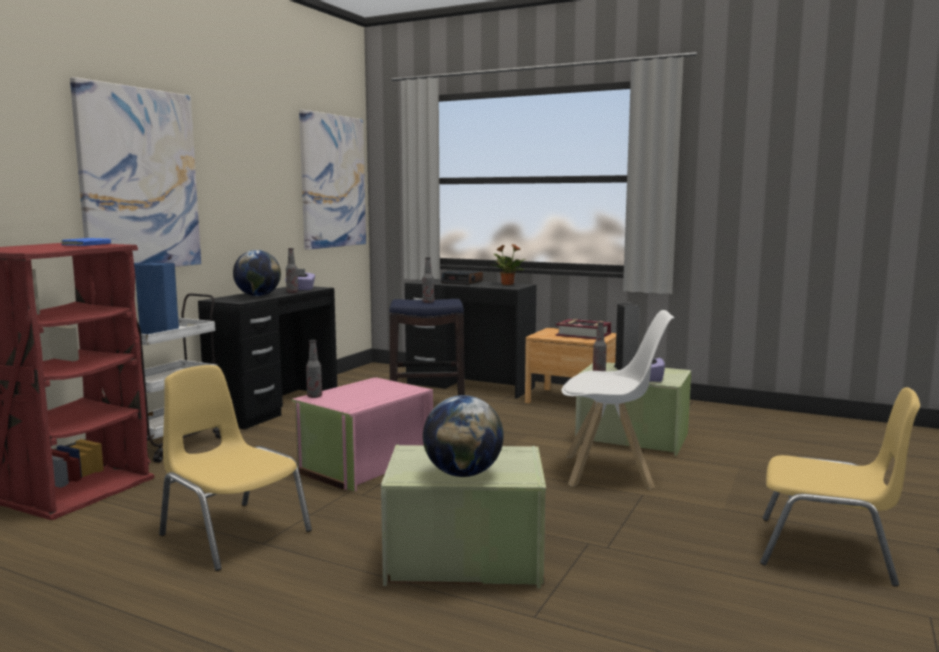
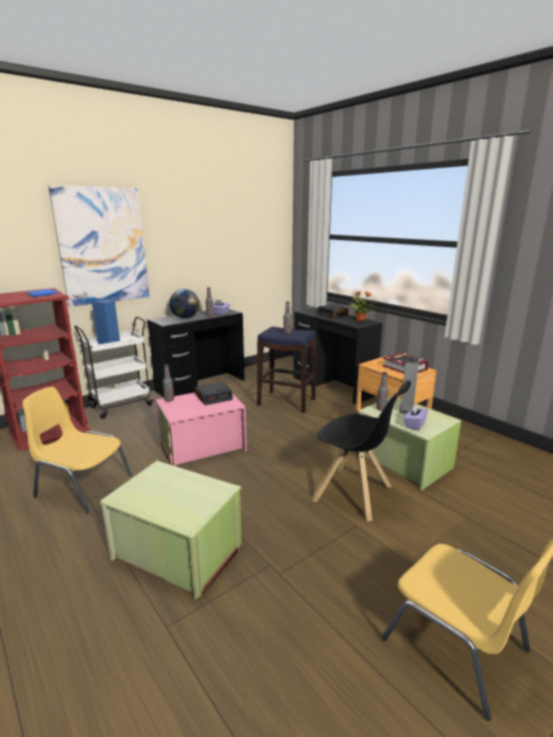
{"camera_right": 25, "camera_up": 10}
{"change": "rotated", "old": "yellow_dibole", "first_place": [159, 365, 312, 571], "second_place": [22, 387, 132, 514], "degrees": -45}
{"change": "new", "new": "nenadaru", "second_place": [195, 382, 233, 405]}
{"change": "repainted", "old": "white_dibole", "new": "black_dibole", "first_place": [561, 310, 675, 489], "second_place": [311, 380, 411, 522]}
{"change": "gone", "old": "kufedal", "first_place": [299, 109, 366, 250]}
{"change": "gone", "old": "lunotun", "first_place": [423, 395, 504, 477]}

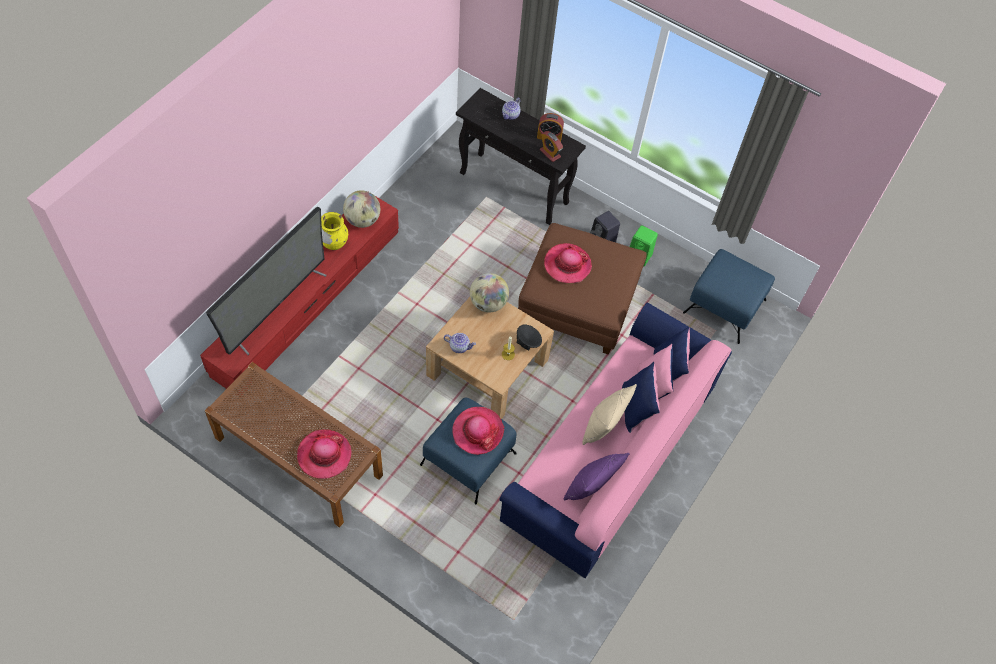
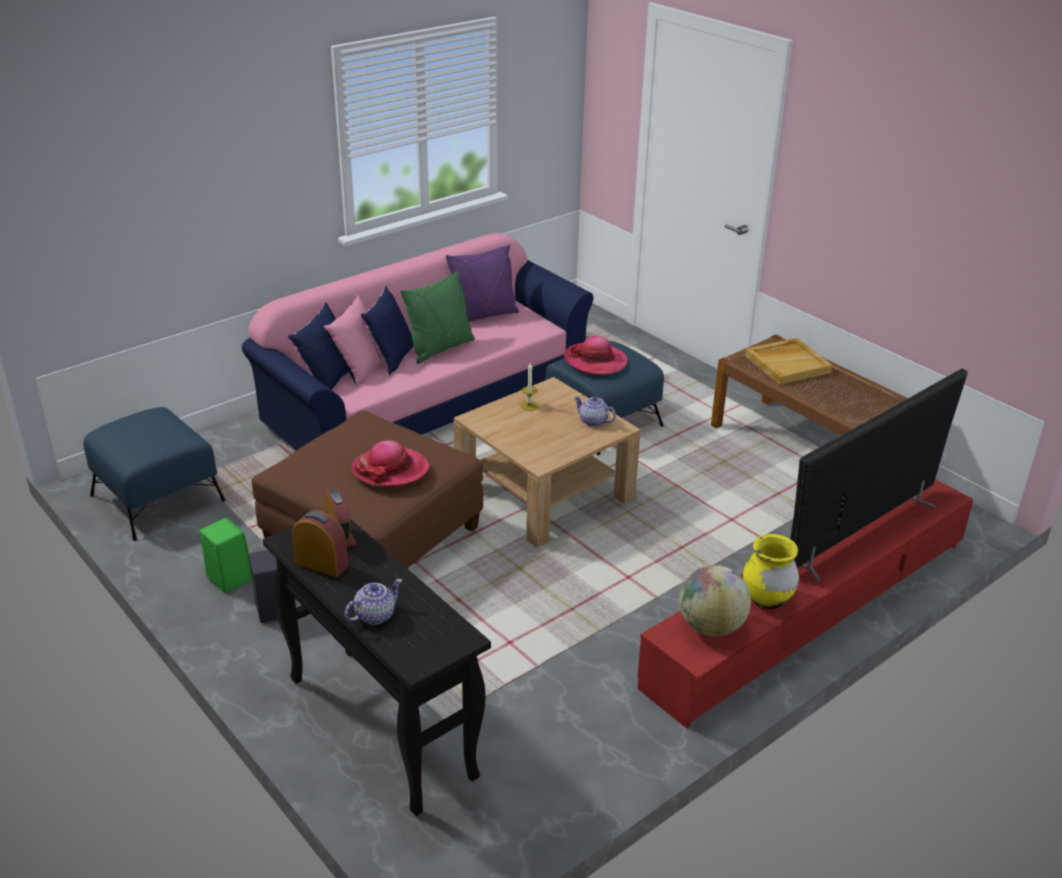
{"camera_right": -160, "camera_up": -25}
{"change": "repainted", "old": "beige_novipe", "new": "green_novipe", "first_place": [582, 384, 637, 445], "second_place": [400, 271, 475, 364]}
{"change": "swapped", "old": "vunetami", "new": "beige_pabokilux", "first_place": [297, 429, 352, 479], "second_place": [745, 338, 833, 385]}
{"change": "gone", "old": "lunotun", "first_place": [470, 273, 509, 313]}
{"change": "gone", "old": "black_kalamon", "first_place": [517, 324, 542, 351]}

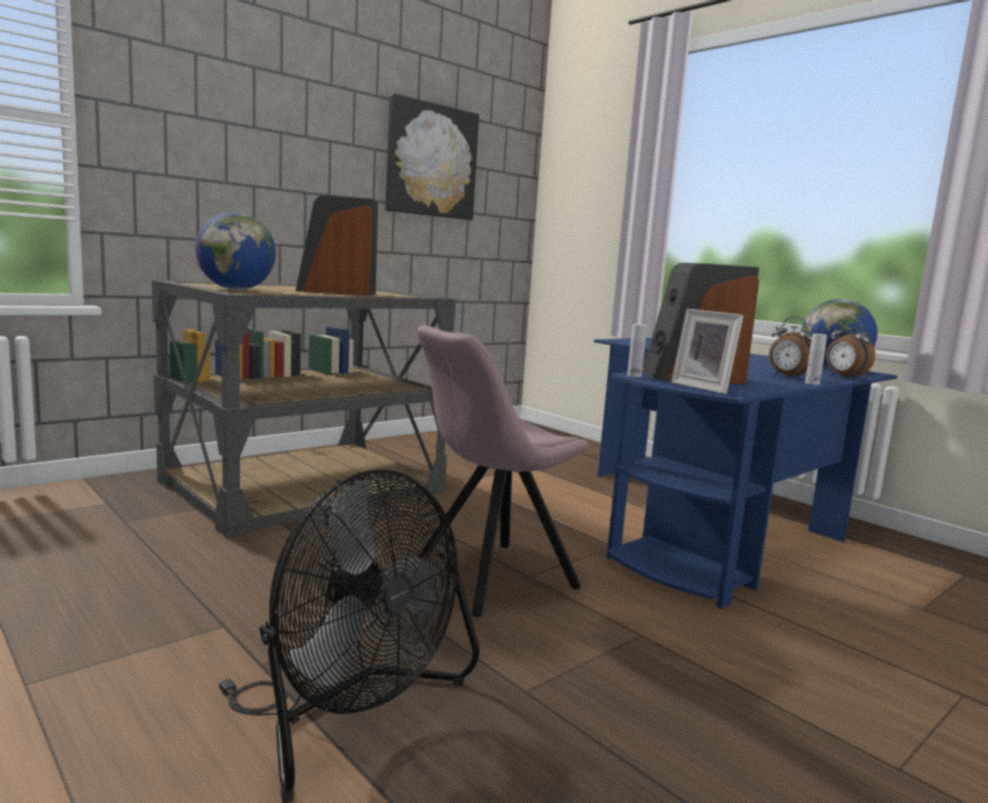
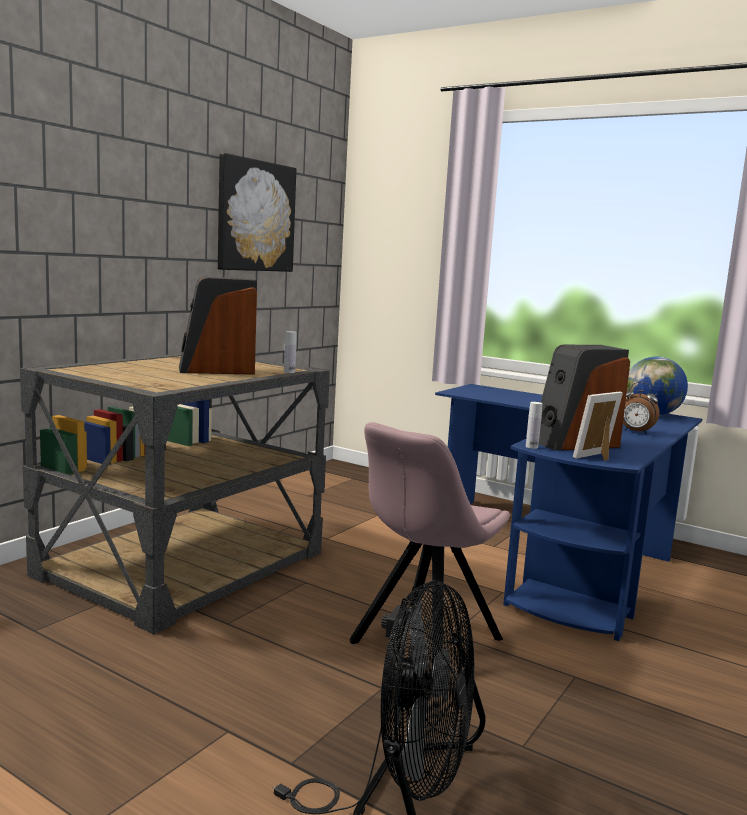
{"camera_right": -15, "camera_up": 0}
{"change": "shifted", "old": "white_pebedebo", "first_place": [805, 334, 827, 385], "second_place": [284, 331, 296, 373]}
{"change": "rotated", "old": "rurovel", "first_place": [671, 309, 744, 394], "second_place": [573, 392, 623, 461], "degrees": 105}
{"change": "gone", "old": "lunotun", "first_place": [195, 212, 276, 290]}
{"change": "gone", "old": "nenadaru", "first_place": [826, 319, 875, 379]}

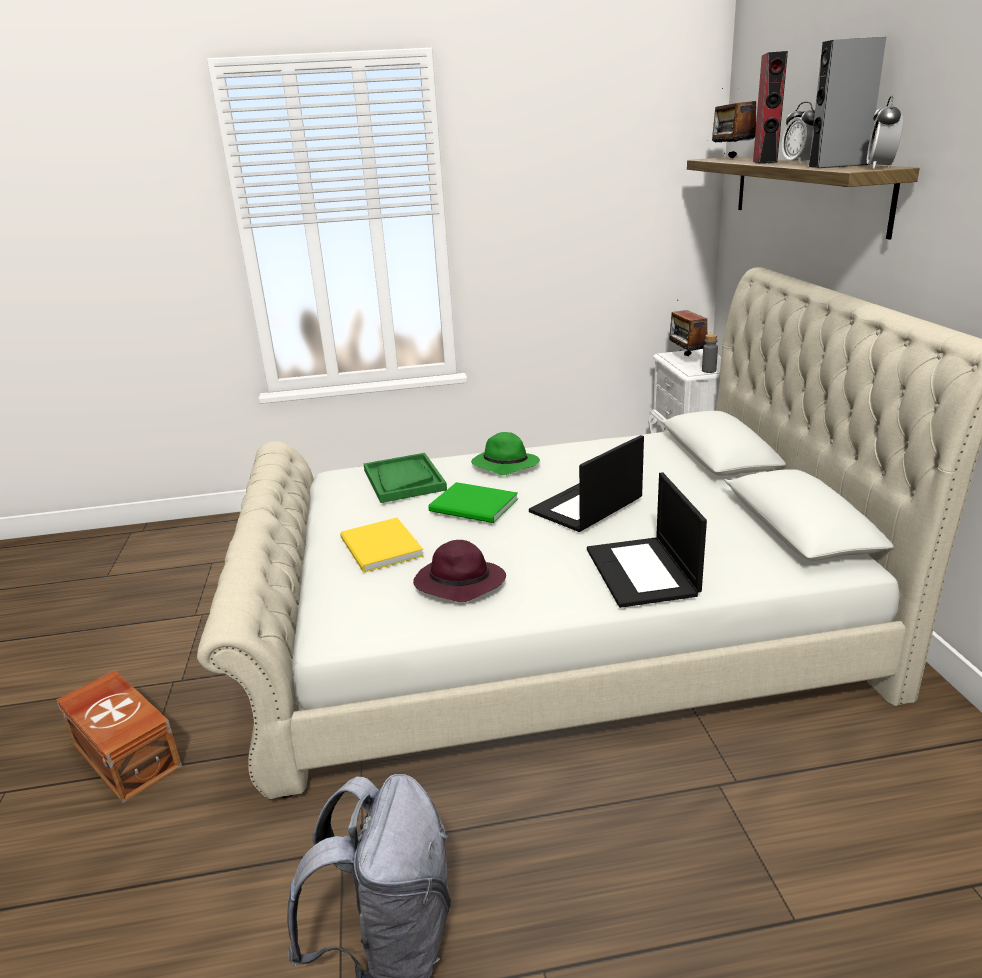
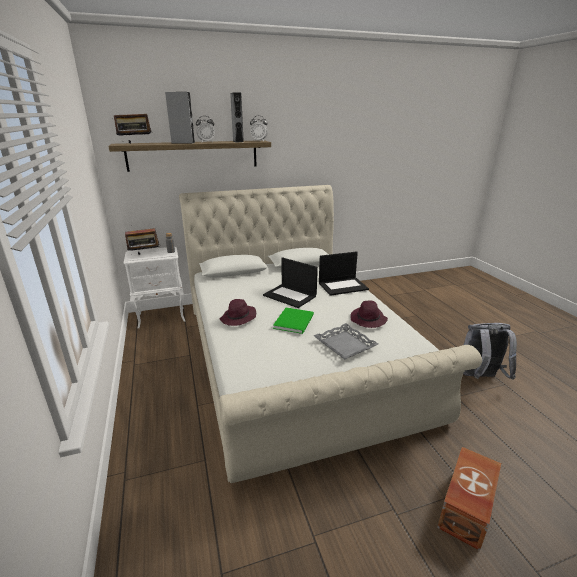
{"camera_right": -100, "camera_up": 0}
{"change": "repainted", "old": "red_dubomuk", "new": "grey_dubomuk", "first_place": [753, 51, 788, 164], "second_place": [165, 92, 195, 143]}
{"change": "repainted", "old": "green_vunetami", "new": "purple_vunetami", "first_place": [471, 432, 540, 475], "second_place": [220, 299, 256, 326]}
{"change": "swapped", "old": "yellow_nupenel", "new": "grey_pabokilux", "first_place": [340, 518, 424, 573], "second_place": [313, 323, 378, 359]}
{"change": "gone", "old": "green_pabokilux", "first_place": [364, 453, 447, 503]}

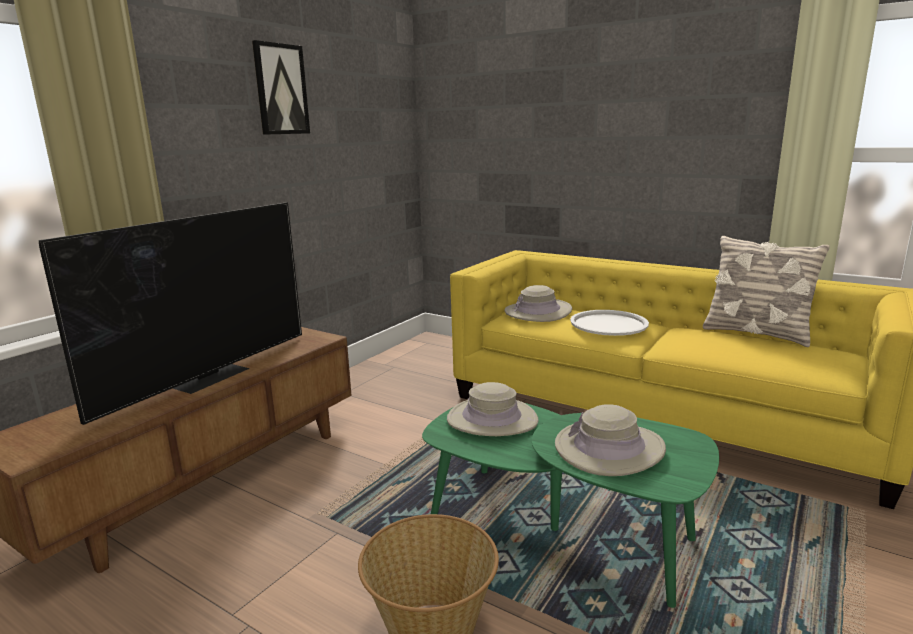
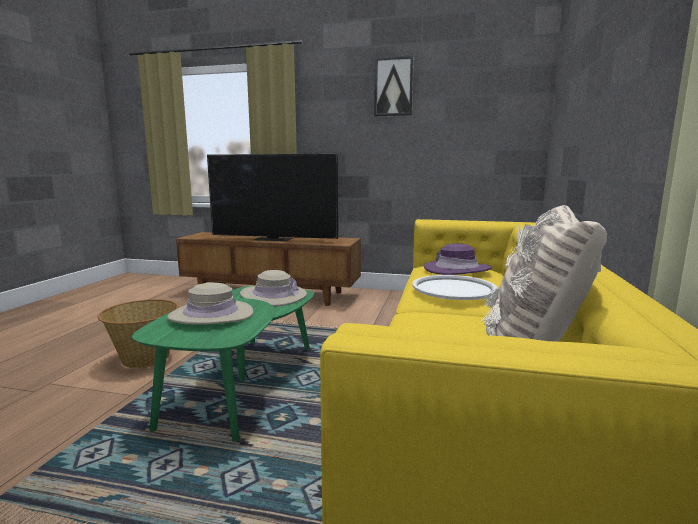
{"camera_right": 70, "camera_up": -5}
{"change": "repainted", "old": "beige_vunetami", "new": "purple_vunetami", "first_place": [505, 285, 572, 322], "second_place": [424, 243, 492, 275]}

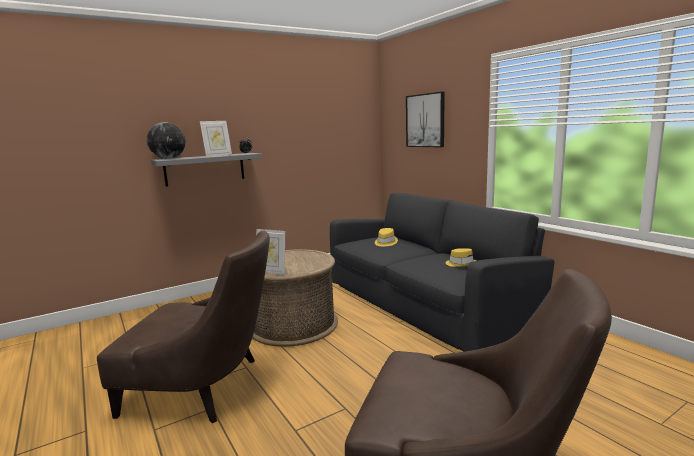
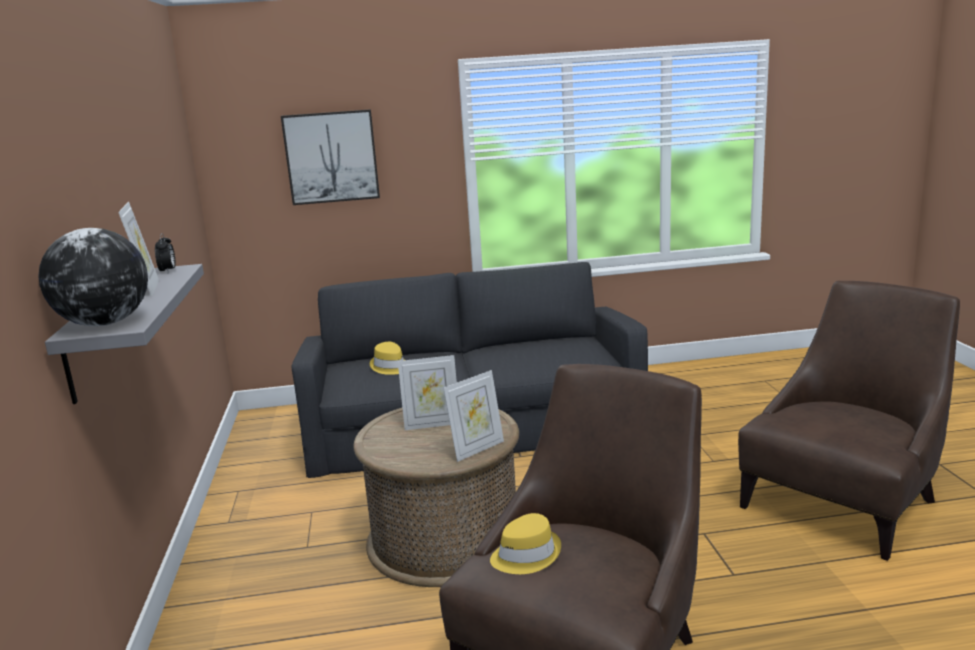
{"camera_right": -65, "camera_up": 5}
{"change": "new", "new": "rurovel", "second_place": [398, 355, 457, 430]}
{"change": "shifted", "old": "yellow_vunetami", "first_place": [446, 249, 477, 267], "second_place": [490, 513, 561, 574]}

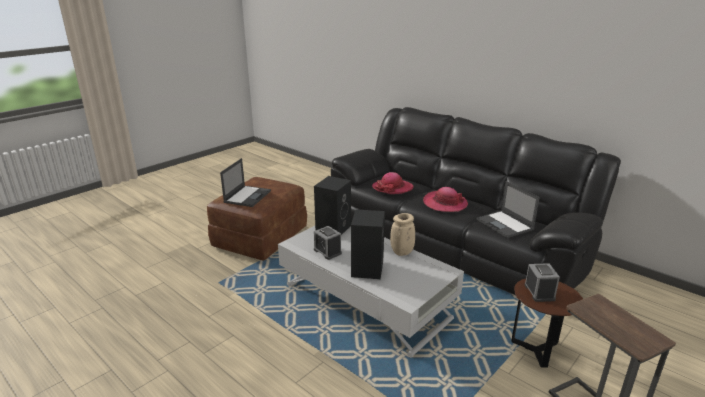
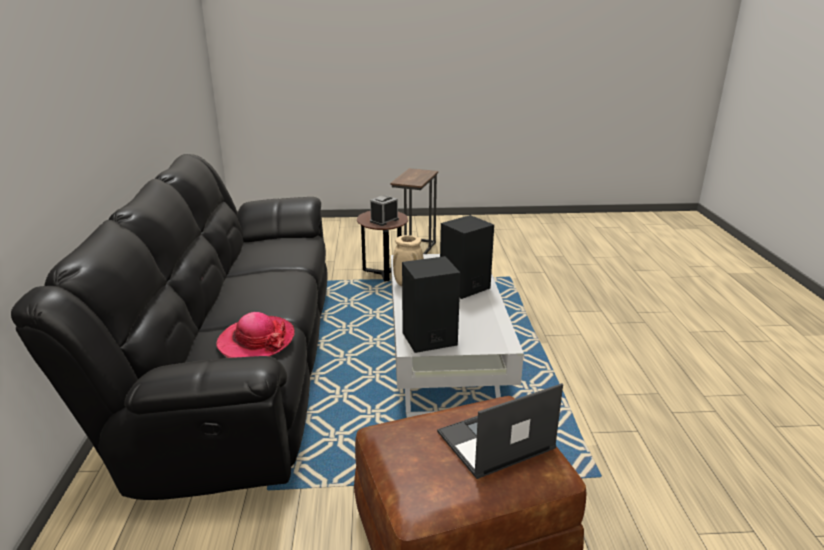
{"camera_right": -135, "camera_up": 0}
{"change": "gone", "old": "nenadaru", "first_place": [314, 226, 342, 260]}
{"change": "gone", "old": "vunetami", "first_place": [423, 187, 468, 212]}
{"change": "gone", "old": "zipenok", "first_place": [477, 181, 540, 238]}

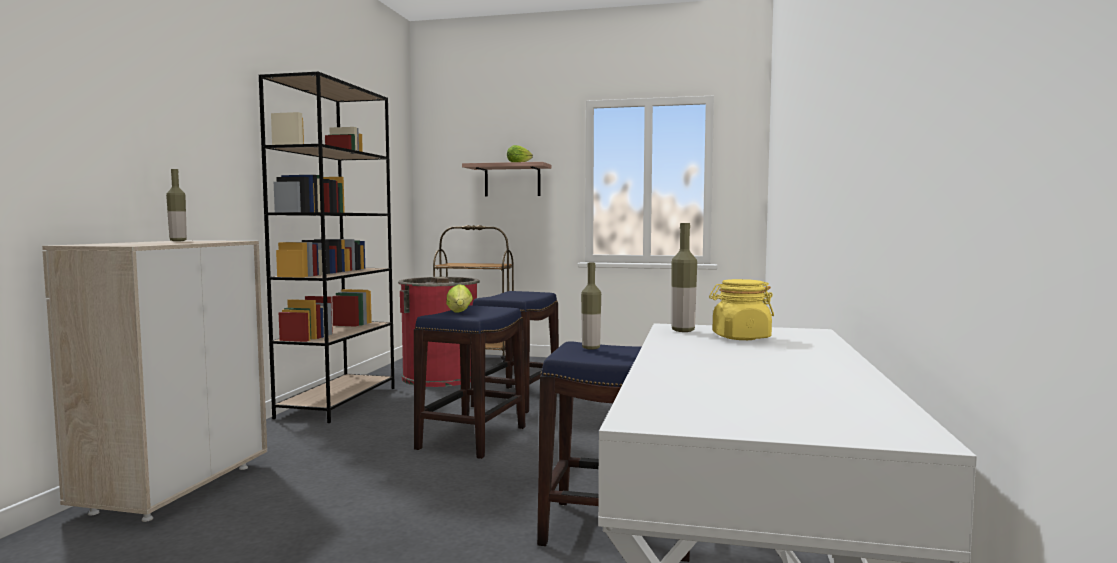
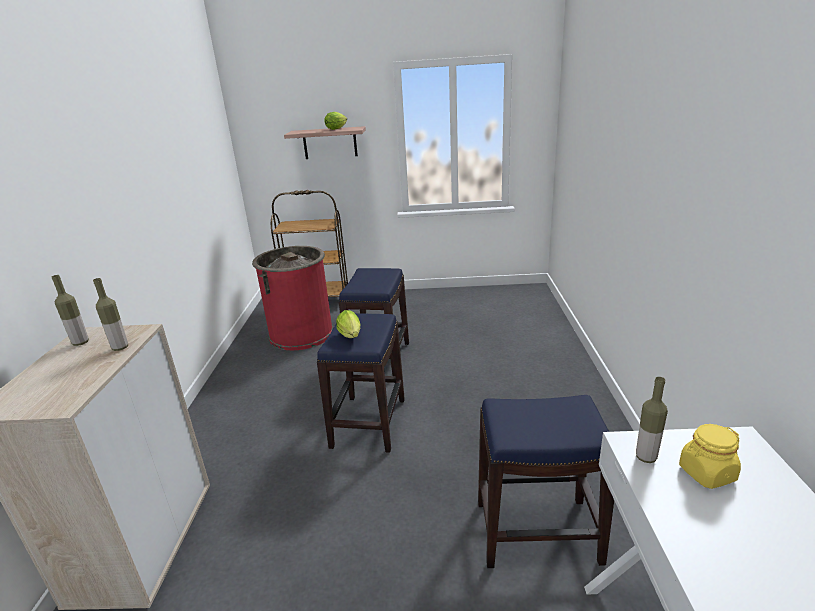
{"camera_right": -10, "camera_up": 20}
{"change": "shifted", "old": "pebedebo", "first_place": [581, 263, 601, 350], "second_place": [93, 278, 128, 351]}
{"change": "gone", "old": "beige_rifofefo", "first_place": [259, 72, 395, 423]}

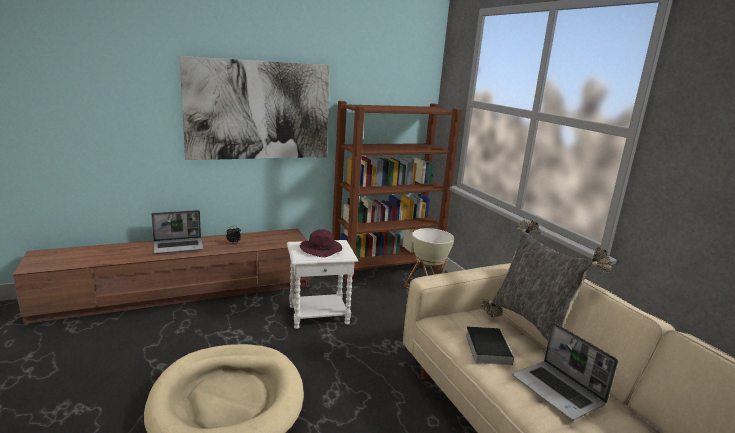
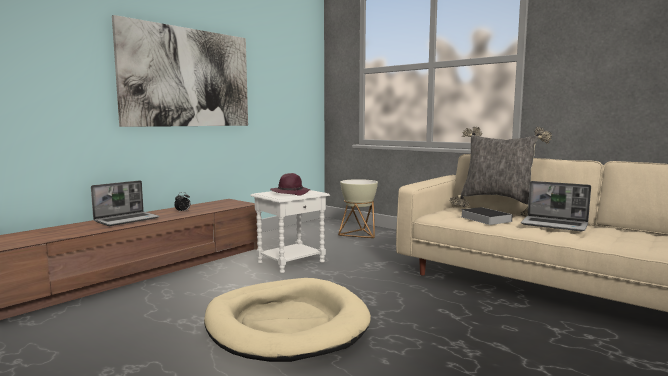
{"camera_right": -25, "camera_up": -10}
{"change": "gone", "old": "brown_rifofefo", "first_place": [332, 101, 462, 283]}

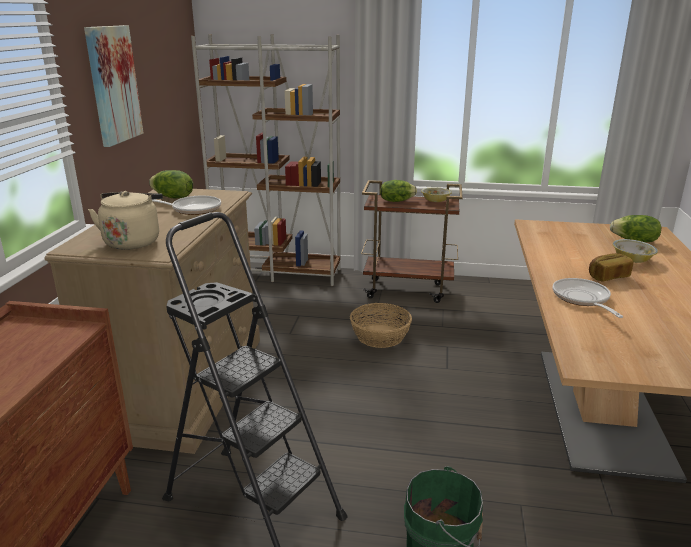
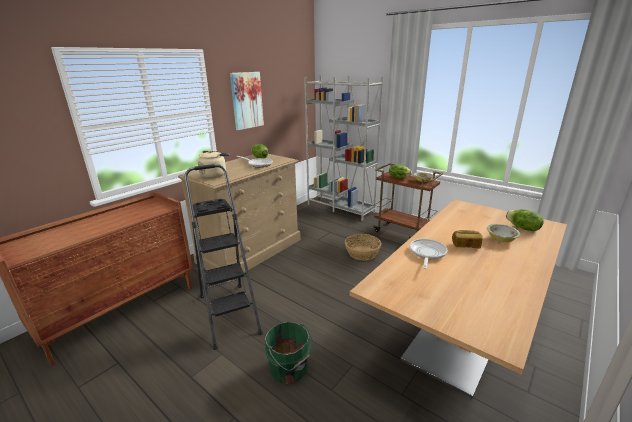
{"camera_right": 30, "camera_up": 0}
{"change": "repainted", "old": "brown_rifofefo", "new": "grey_rifofefo", "first_place": [191, 34, 341, 286], "second_place": [304, 76, 383, 221]}

